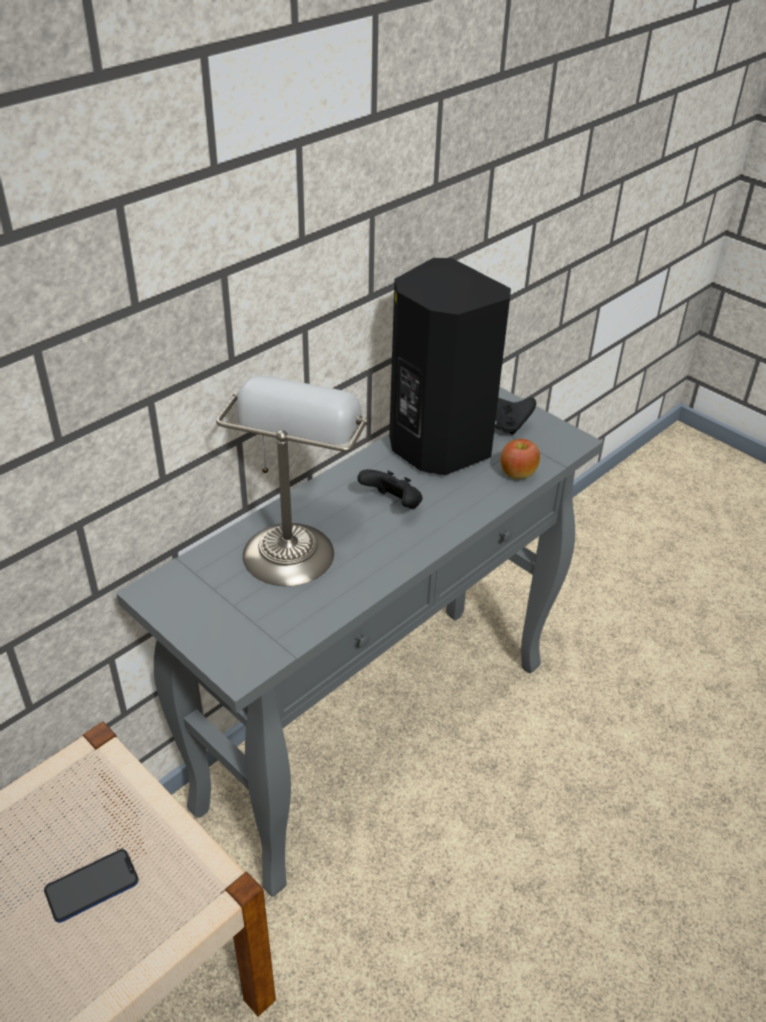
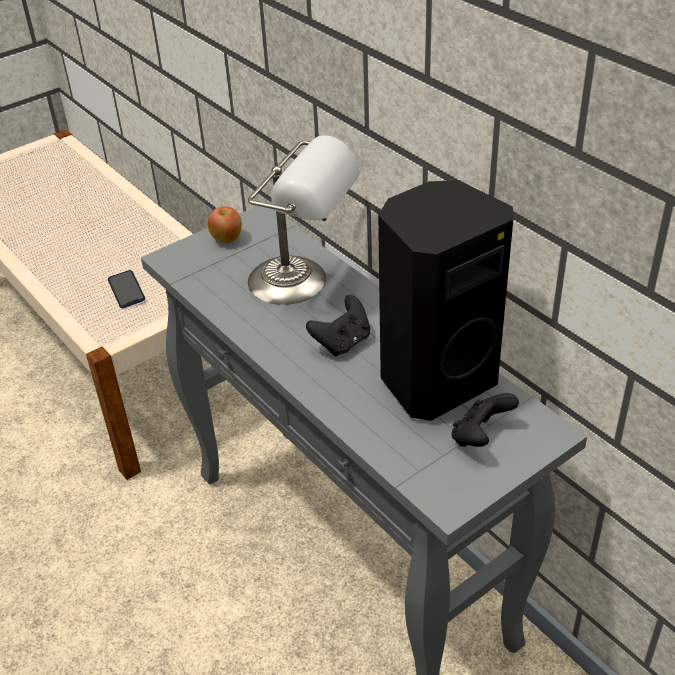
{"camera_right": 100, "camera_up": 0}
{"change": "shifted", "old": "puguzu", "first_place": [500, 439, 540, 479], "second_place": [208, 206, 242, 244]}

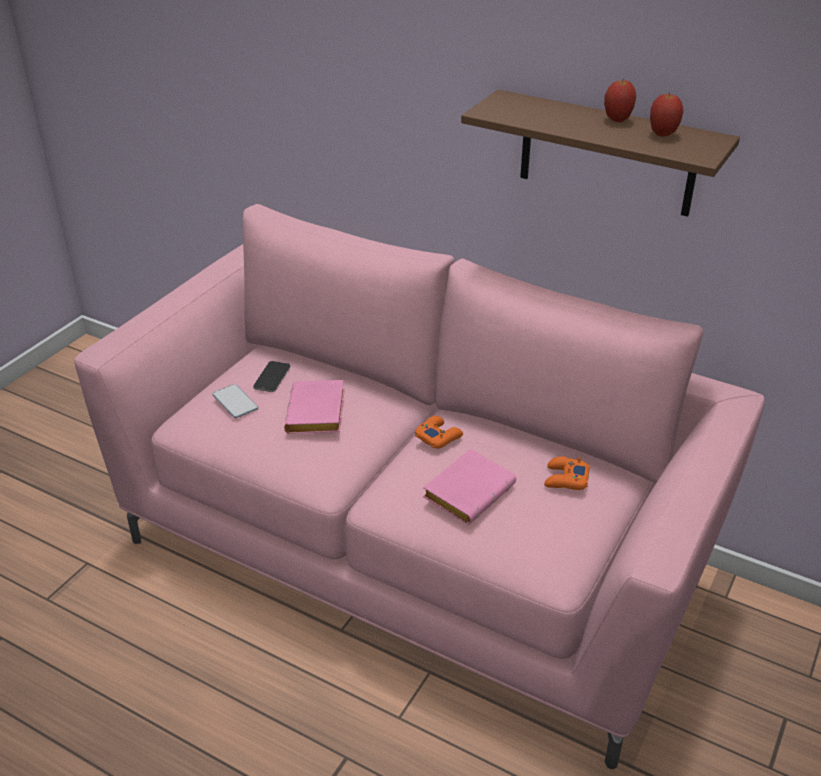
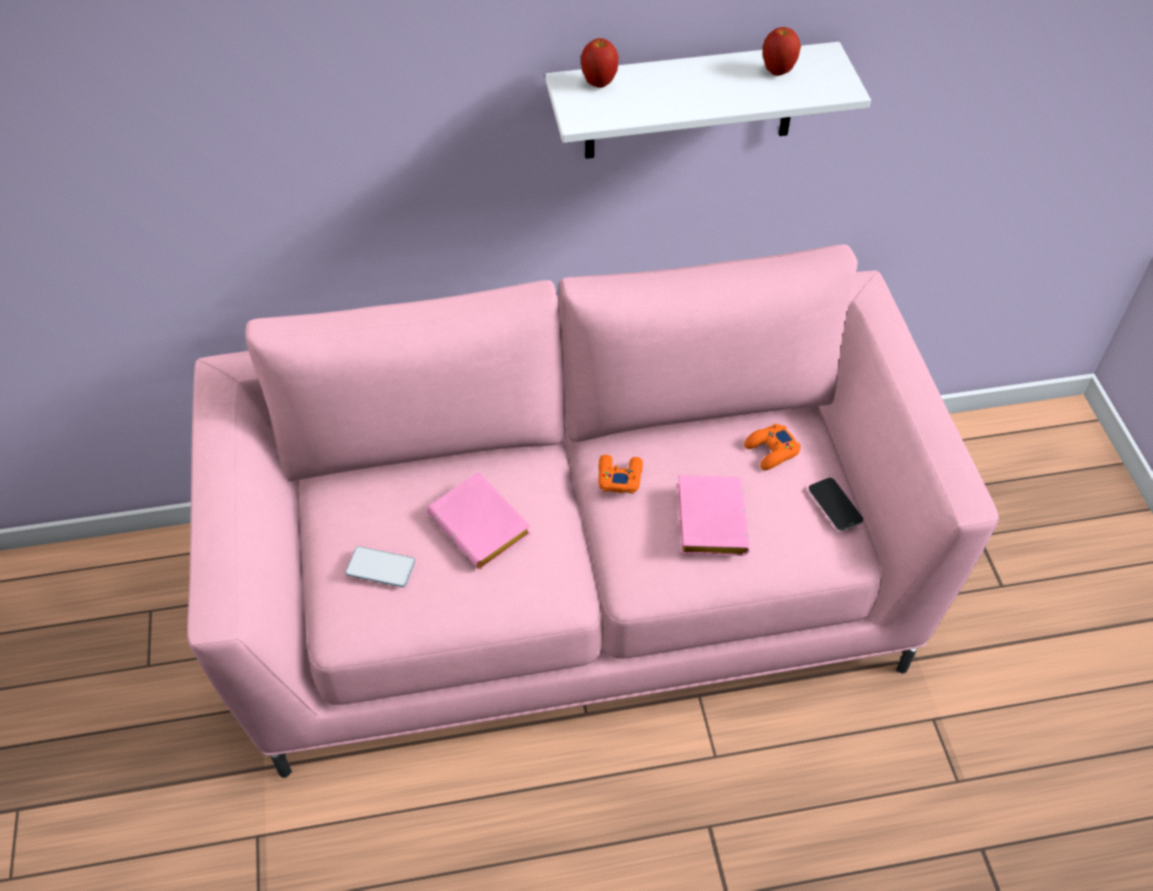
{"camera_right": -40, "camera_up": 15}
{"change": "repainted", "old": "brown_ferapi", "new": "white_ferapi", "first_place": [461, 90, 740, 217], "second_place": [545, 42, 871, 159]}
{"change": "shifted", "old": "puguzu", "first_place": [604, 78, 636, 122], "second_place": [581, 38, 619, 88]}
{"change": "shifted", "old": "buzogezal", "first_place": [253, 361, 290, 392], "second_place": [809, 478, 863, 531]}

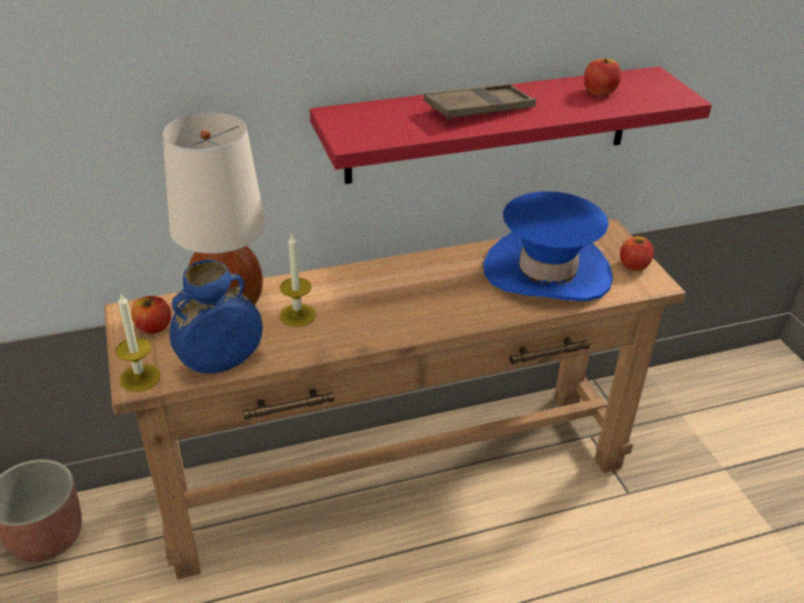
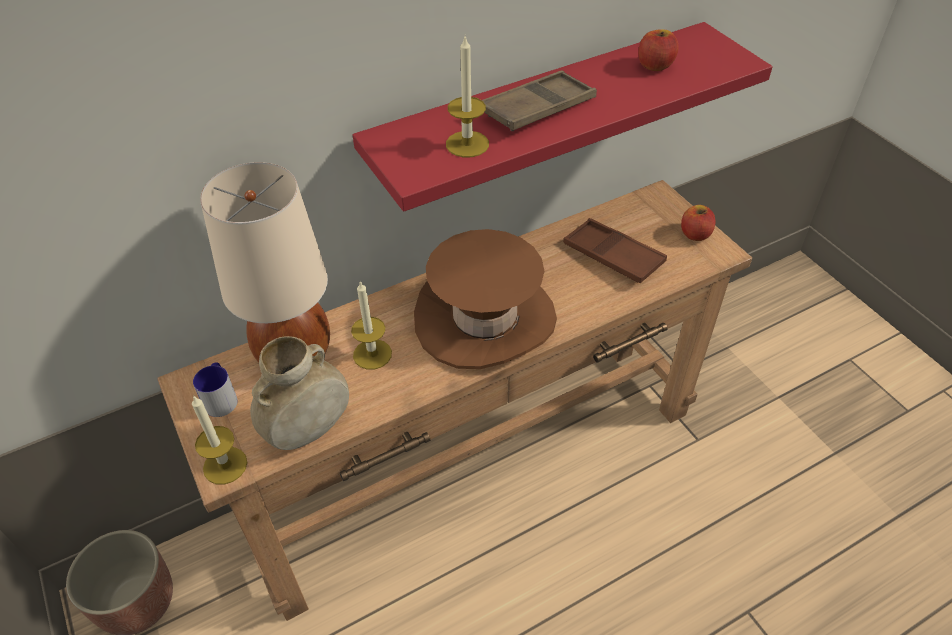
{"camera_right": -10, "camera_up": 10}
{"change": "swapped", "old": "puguzu", "new": "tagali", "first_place": [131, 296, 171, 334], "second_place": [193, 363, 238, 417]}
{"change": "repainted", "old": "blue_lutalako", "new": "beige_lutalako", "first_place": [169, 260, 263, 374], "second_place": [250, 336, 349, 450]}
{"change": "new", "new": "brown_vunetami", "second_place": [414, 229, 557, 369]}
{"change": "new", "new": "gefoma", "second_place": [446, 37, 489, 158]}
{"change": "swapped", "old": "blue_vunetami", "new": "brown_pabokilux", "first_place": [483, 191, 613, 301], "second_place": [563, 218, 667, 283]}

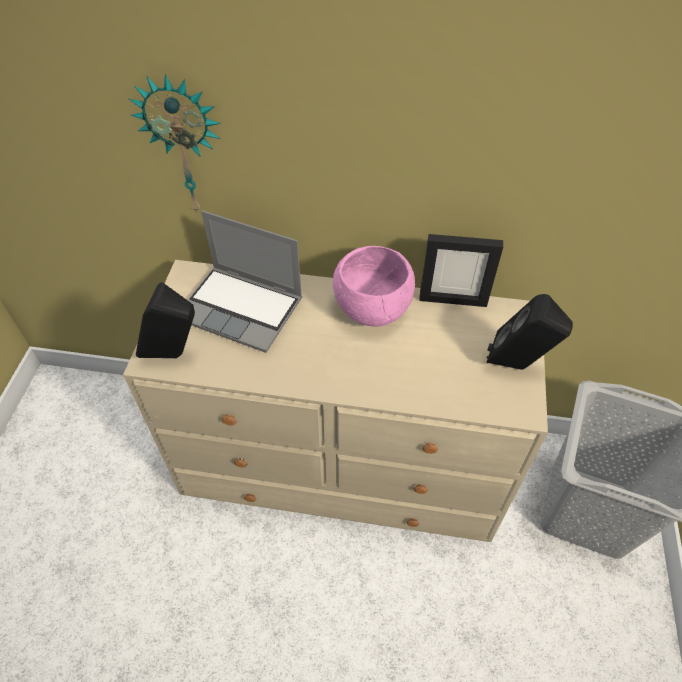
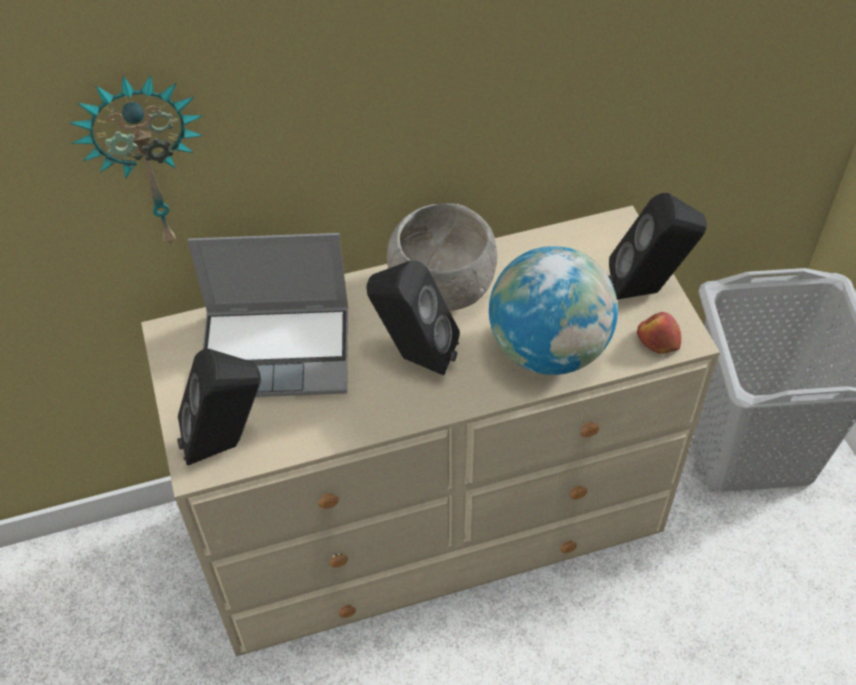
{"camera_right": -25, "camera_up": 0}
{"change": "new", "new": "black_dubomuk", "second_place": [366, 260, 460, 376]}
{"change": "repainted", "old": "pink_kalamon", "new": "grey_kalamon", "first_place": [333, 246, 415, 326], "second_place": [387, 203, 498, 311]}
{"change": "new", "new": "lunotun", "second_place": [489, 246, 618, 375]}
{"change": "new", "new": "puguzu", "second_place": [637, 312, 681, 354]}
{"change": "gone", "old": "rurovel", "first_place": [419, 234, 503, 307]}

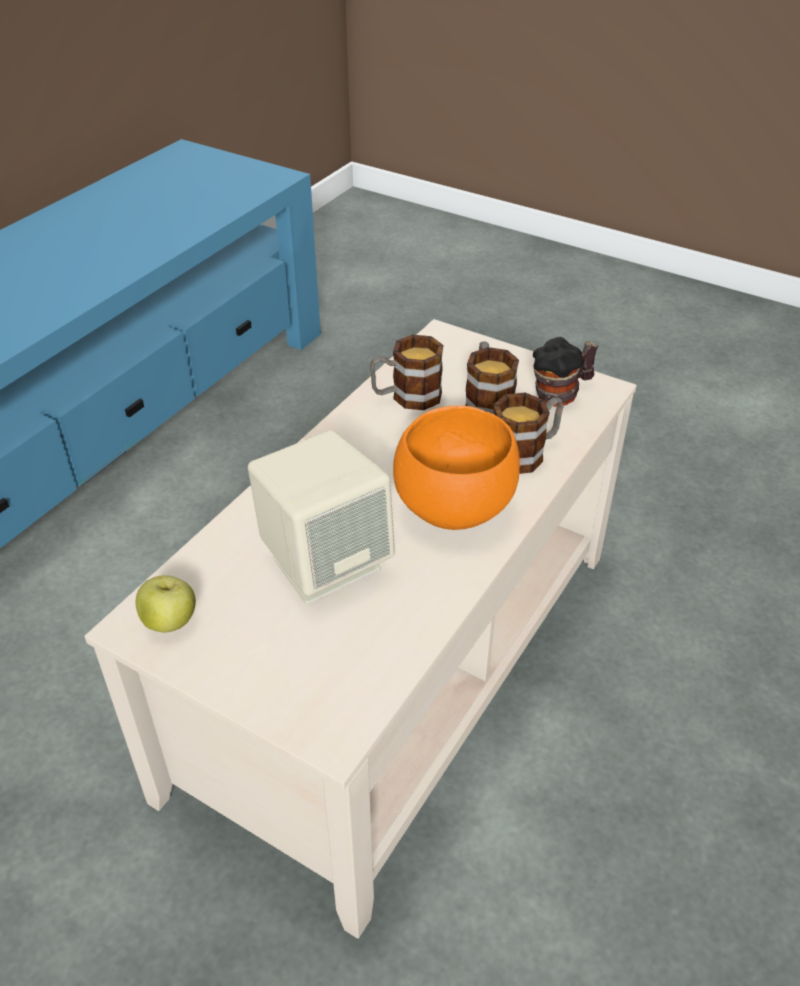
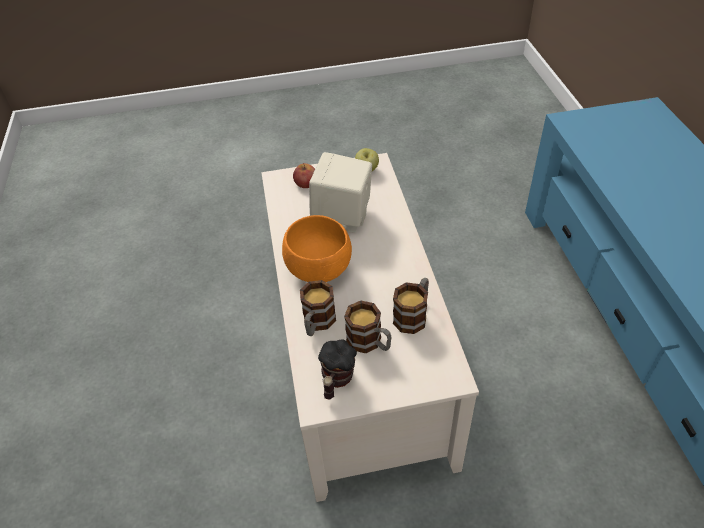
{"camera_right": 140, "camera_up": 5}
{"change": "new", "new": "puguzu", "second_place": [293, 163, 315, 188]}

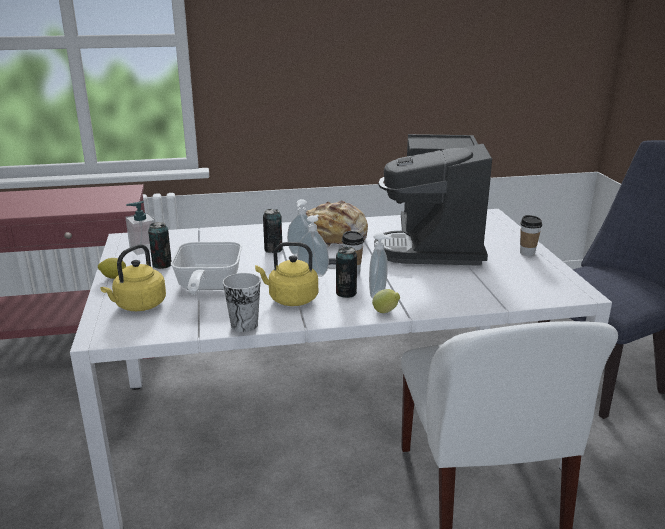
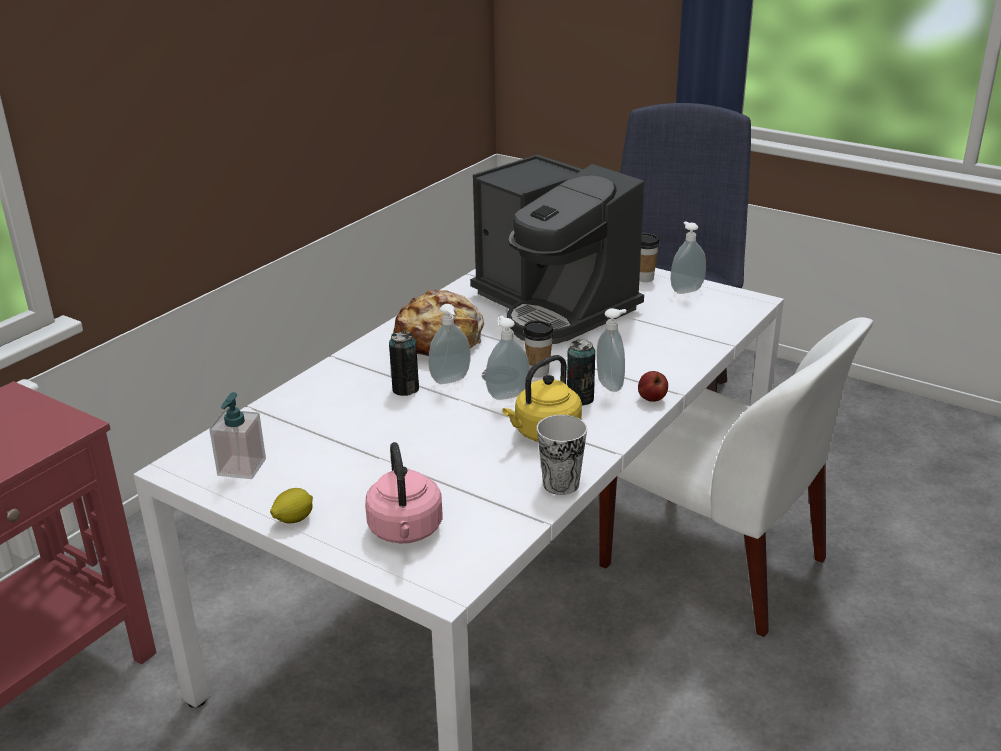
{"camera_right": -45, "camera_up": 5}
{"change": "repainted", "old": "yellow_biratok", "new": "pink_biratok", "first_place": [100, 244, 166, 311], "second_place": [365, 442, 442, 543]}
{"change": "swapped", "old": "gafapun", "new": "puguzu", "first_place": [372, 289, 400, 313], "second_place": [638, 371, 668, 402]}
{"change": "new", "new": "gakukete", "second_place": [670, 221, 706, 294]}
{"change": "gone", "old": "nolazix", "first_place": [148, 222, 172, 269]}
{"change": "gone", "old": "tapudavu", "first_place": [171, 242, 242, 295]}

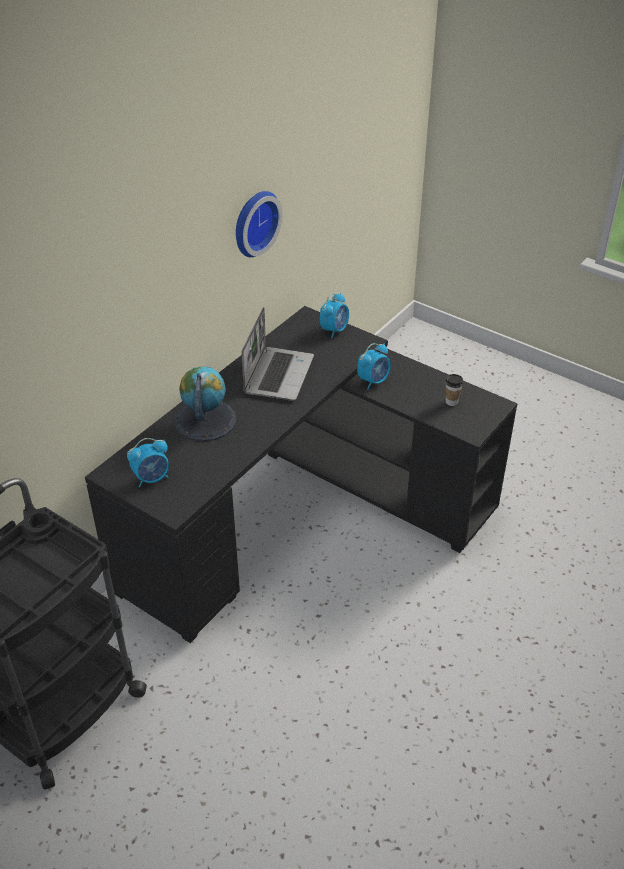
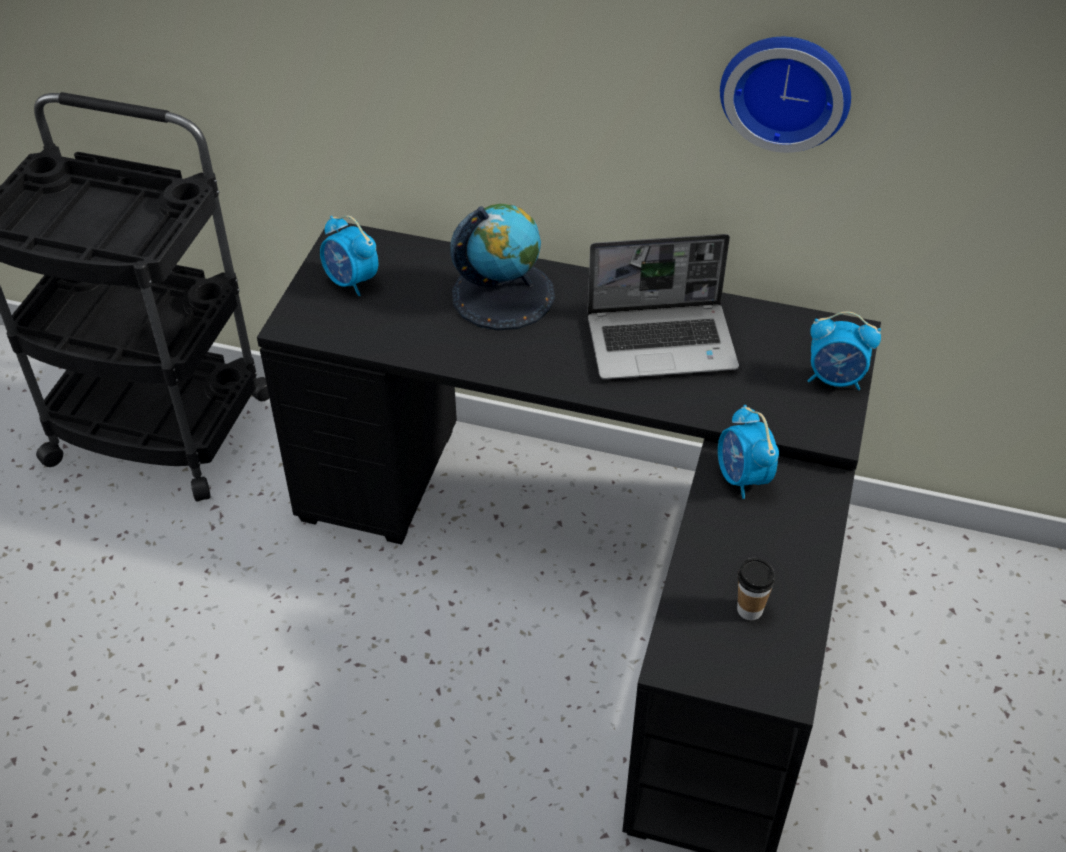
{"camera_right": 70, "camera_up": 5}
{"change": "rotated", "old": "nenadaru", "first_place": [357, 343, 391, 390], "second_place": [718, 405, 779, 499], "degrees": 45}

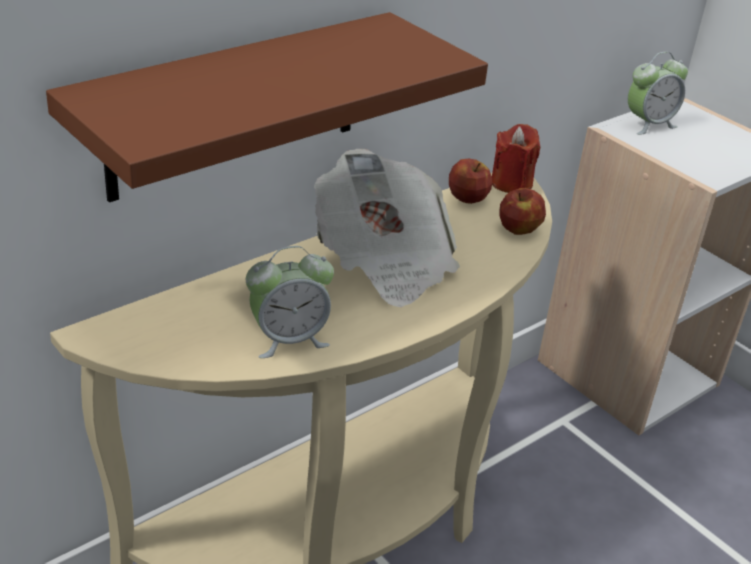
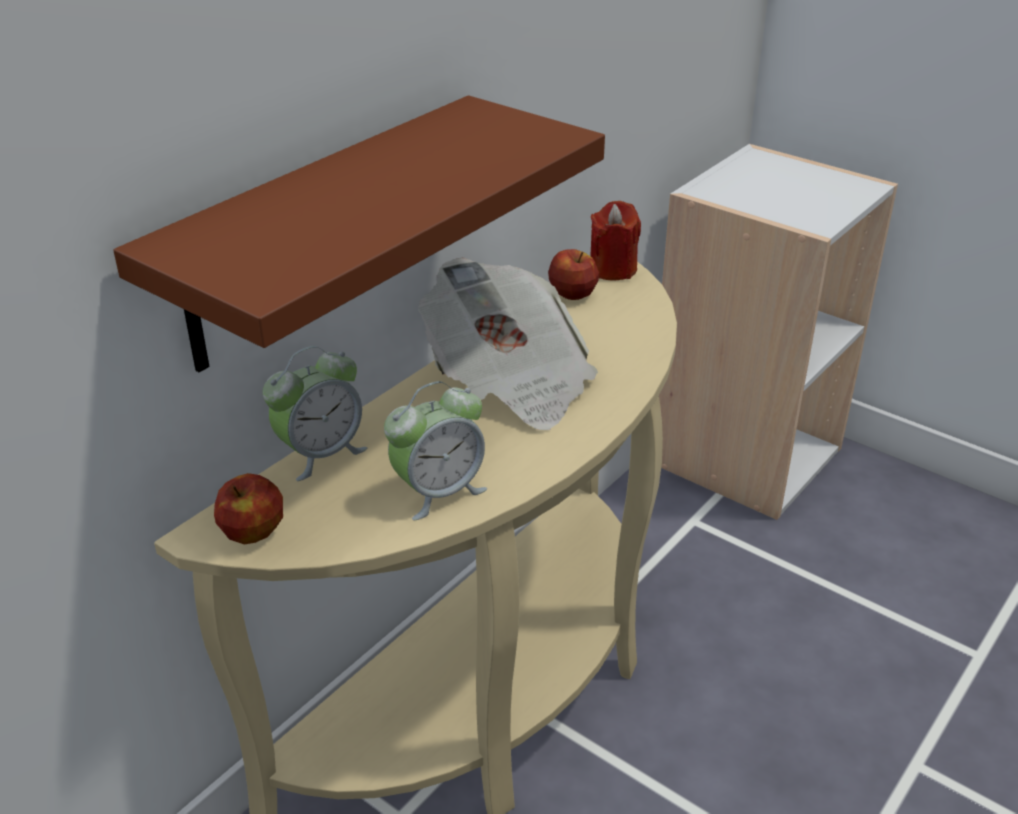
{"camera_right": -10, "camera_up": 0}
{"change": "shifted", "old": "puguzu", "first_place": [500, 188, 546, 235], "second_place": [214, 473, 283, 544]}
{"change": "shifted", "old": "nenadaru", "first_place": [628, 52, 688, 135], "second_place": [263, 346, 367, 481]}

